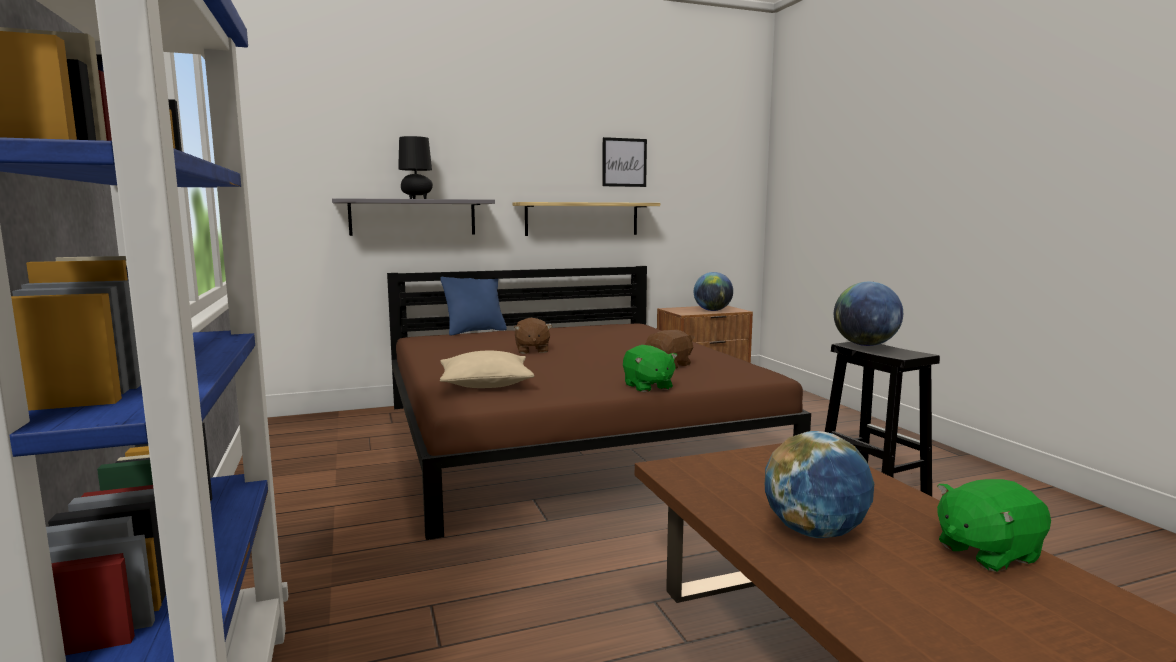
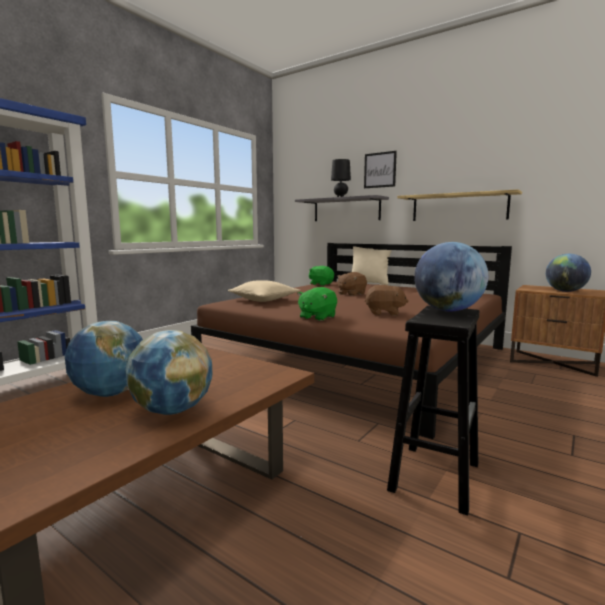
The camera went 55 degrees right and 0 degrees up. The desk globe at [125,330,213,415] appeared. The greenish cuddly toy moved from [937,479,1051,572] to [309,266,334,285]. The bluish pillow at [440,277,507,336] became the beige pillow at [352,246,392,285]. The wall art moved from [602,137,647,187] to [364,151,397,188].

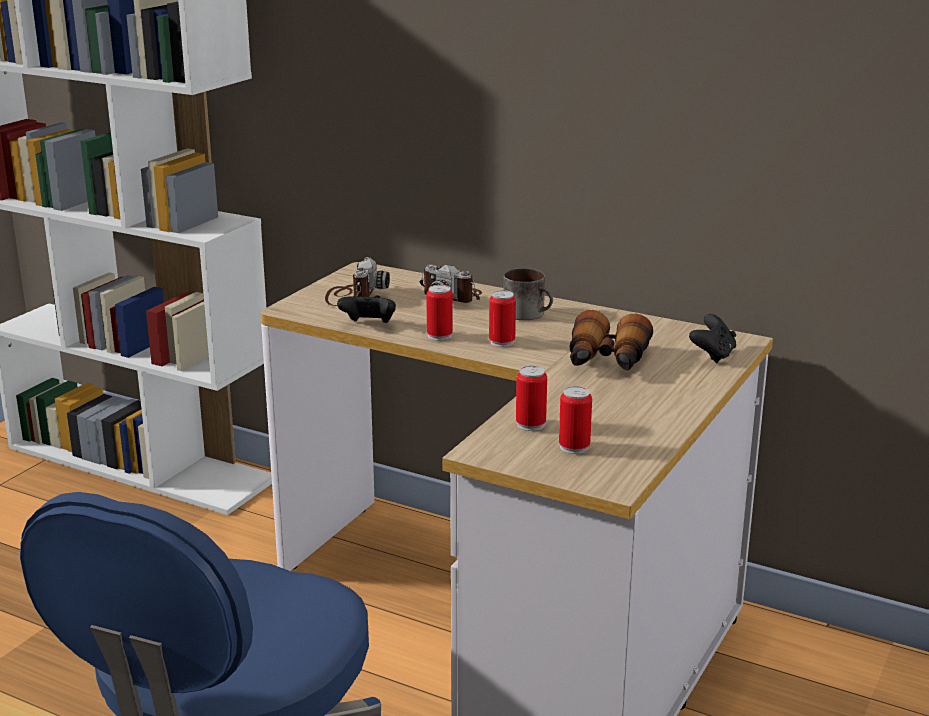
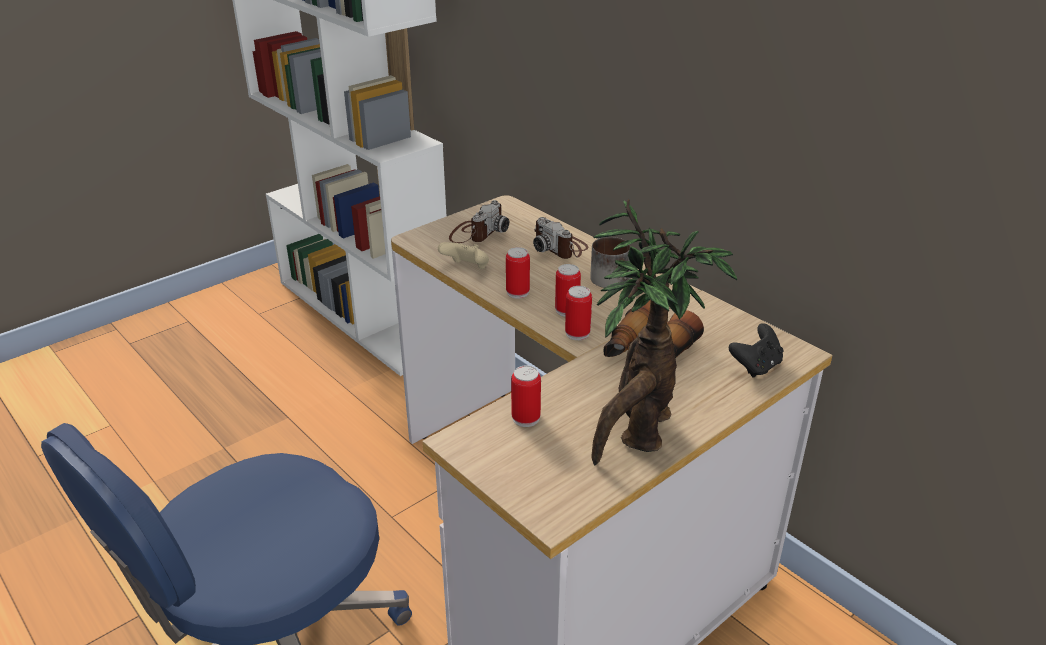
The camera went 20 degrees right and 10 degrees up. The black-coloured gamepad at [337,295,396,323] became the beige gamepad at [438,242,489,269]. The metal can moved from [559,386,592,454] to [565,286,592,340]. The potted plant at [591,199,737,465] appeared.

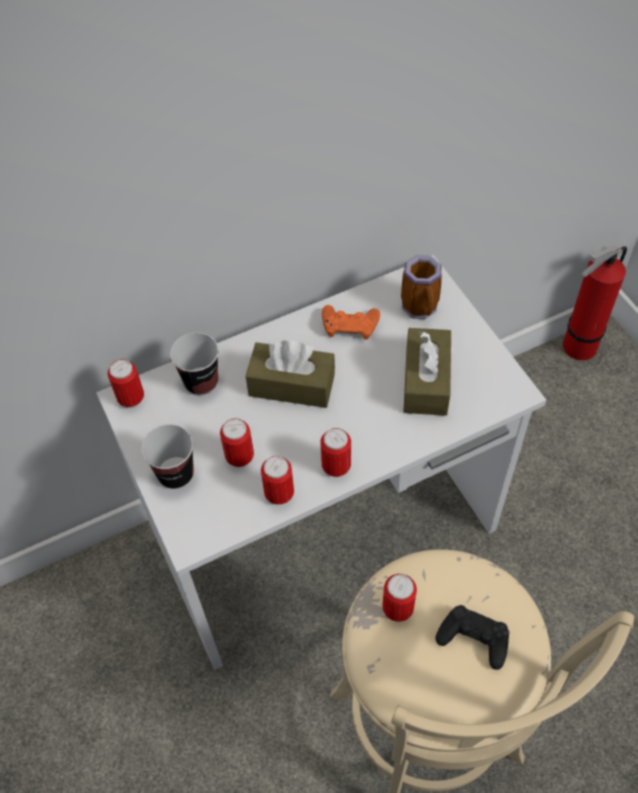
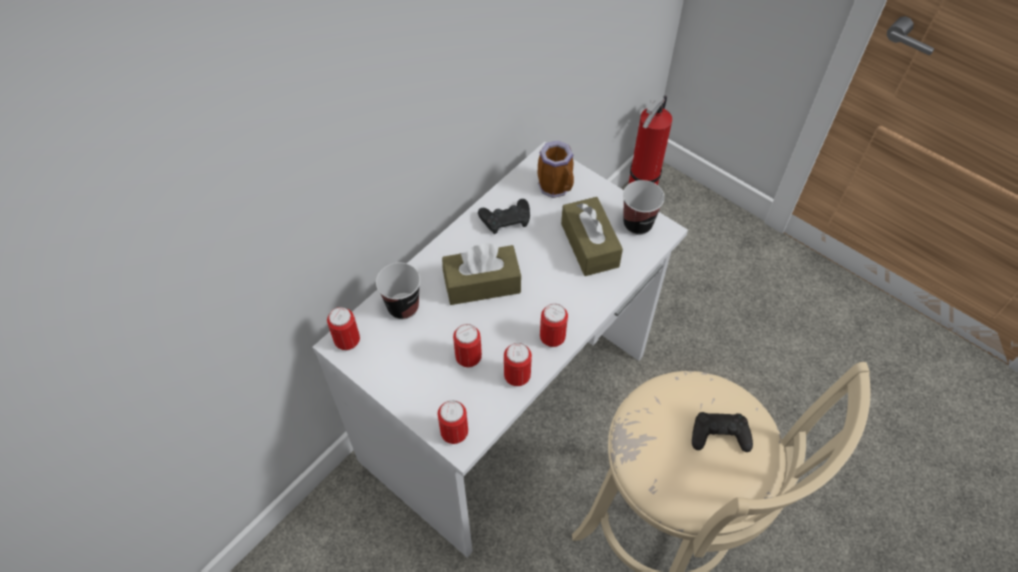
The camera went 25 degrees left and 0 degrees up. The metal can moved from [382,574,417,622] to [438,401,468,444]. The orange gamepad at [322,305,380,340] became the black-coloured gamepad at [478,199,530,234]. The small cup moved from [141,424,194,489] to [623,180,665,235].

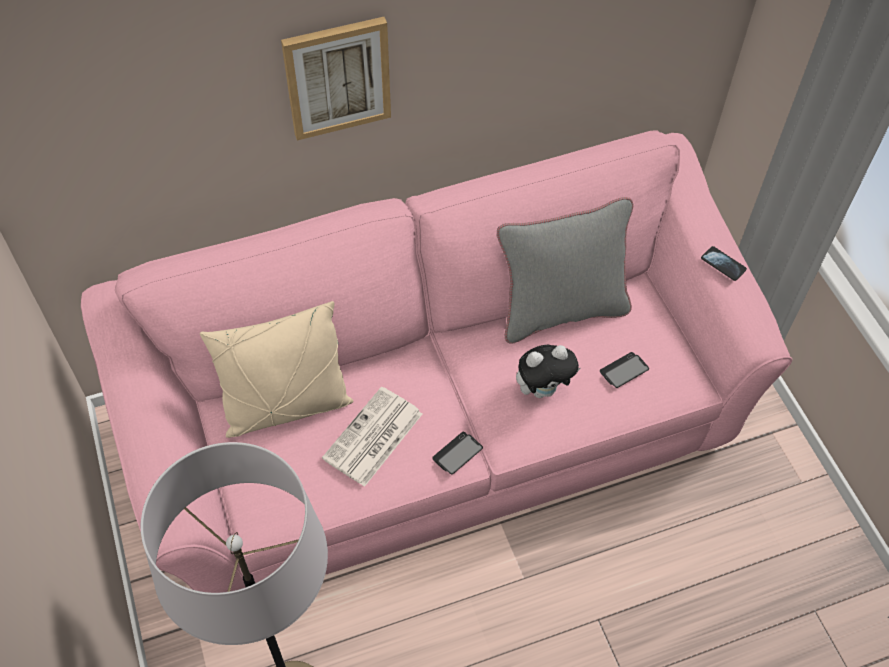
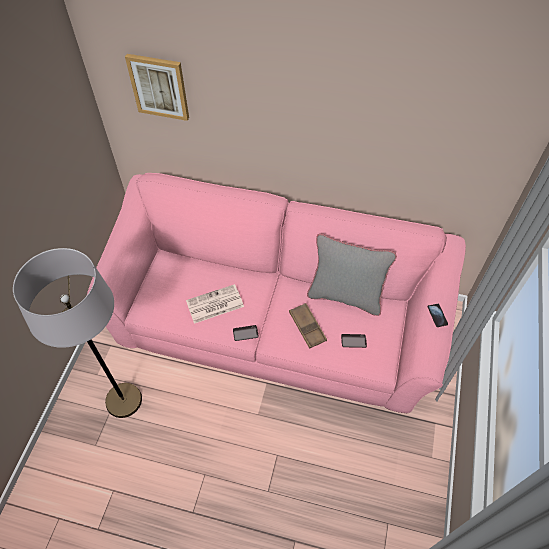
The camera went 35 degrees right and 0 degrees up. The wall art moved from [281,17,391,140] to [125,54,189,121]. The cuddly toy at [516,345,580,398] was replaced by the brown carrying tray at [289,303,327,349]. The beige pillow at [200,301,353,438] disappeared.

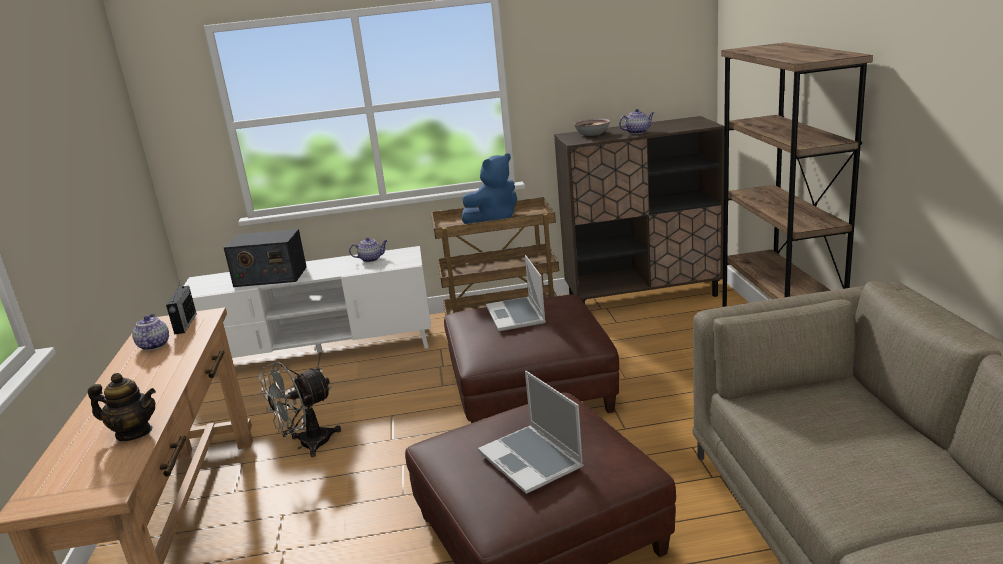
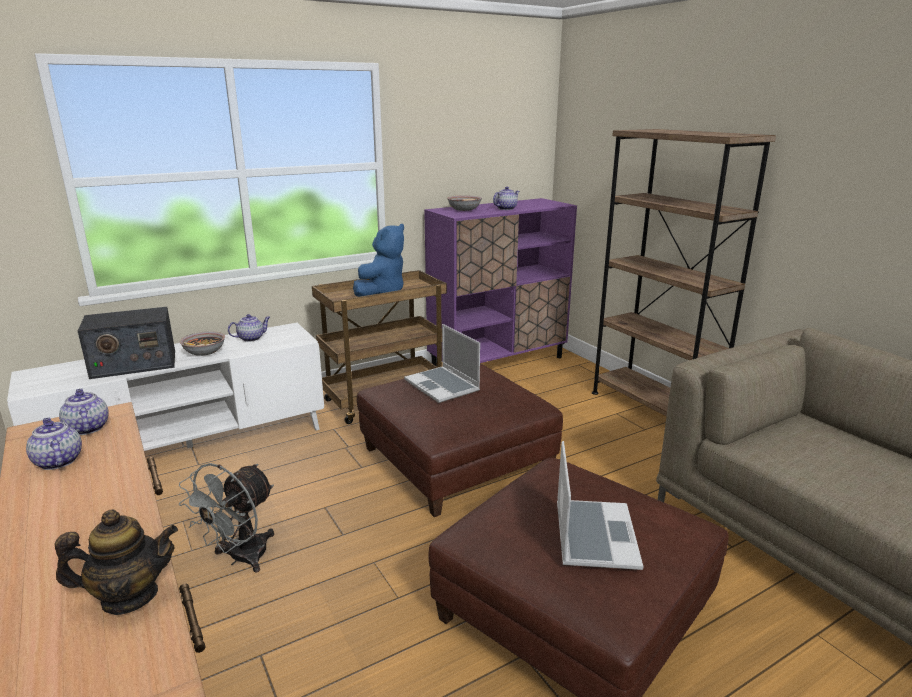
The camera went 25 degrees left and 0 degrees up. The radio at [166,282,197,335] was replaced by the pot for tea at [59,389,109,435]. The serving bowl at [180,331,225,356] appeared. The brown storage cabinet at [554,116,724,304] became the purplish storage cabinet at [424,198,577,367]. The portable computer at [478,371,583,494] turned 120 degrees counterclockwise.

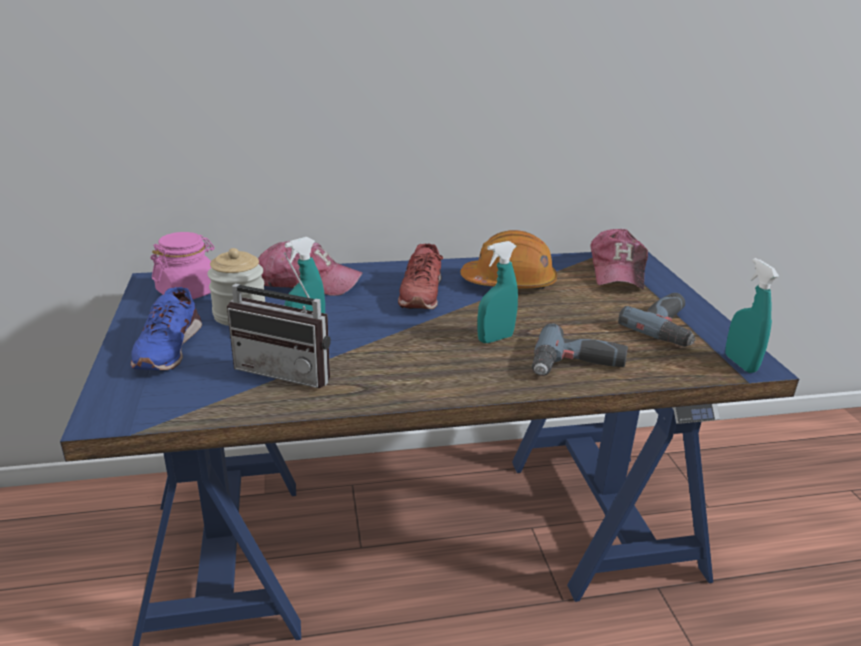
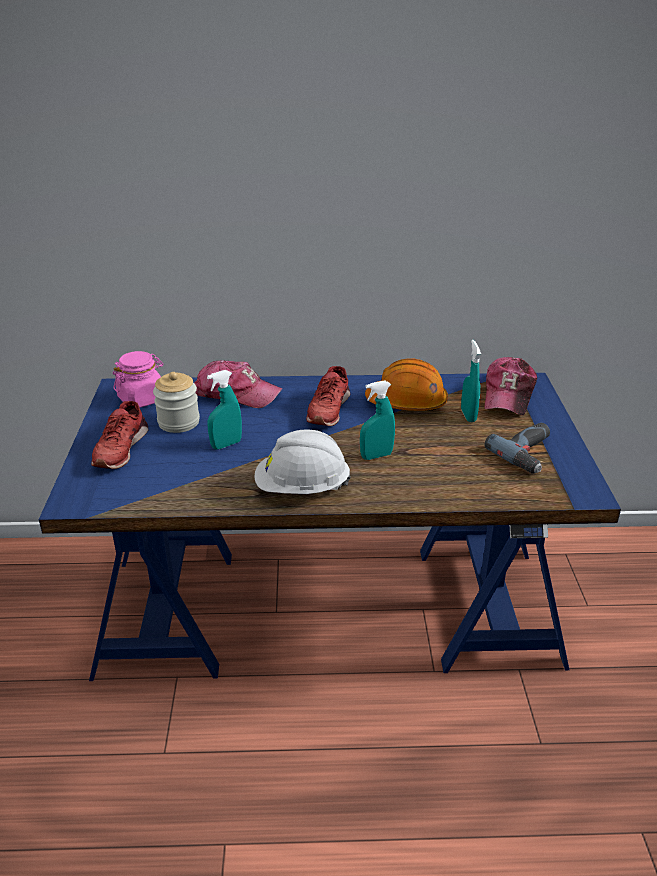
The camera went 10 degrees right and 5 degrees up. The bluish item of footwear at [131,287,202,370] became the red-coloured item of footwear at [91,401,148,469]. The whitish hard hat at [255,429,351,494] appeared. The blue-green spray bottle moved from [725,258,779,373] to [461,340,481,422]. The radio at [227,252,331,388] disappeared. The drill at [532,323,628,376] disappeared.

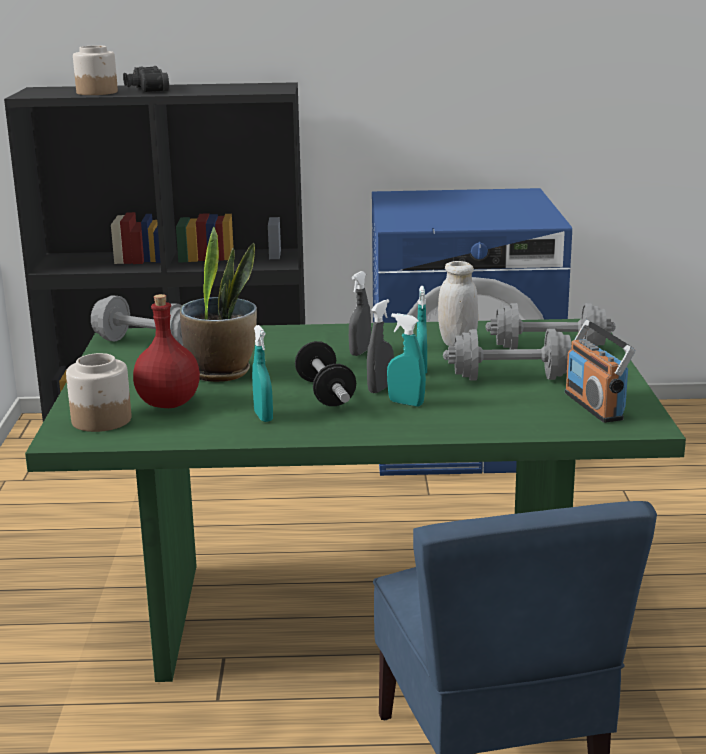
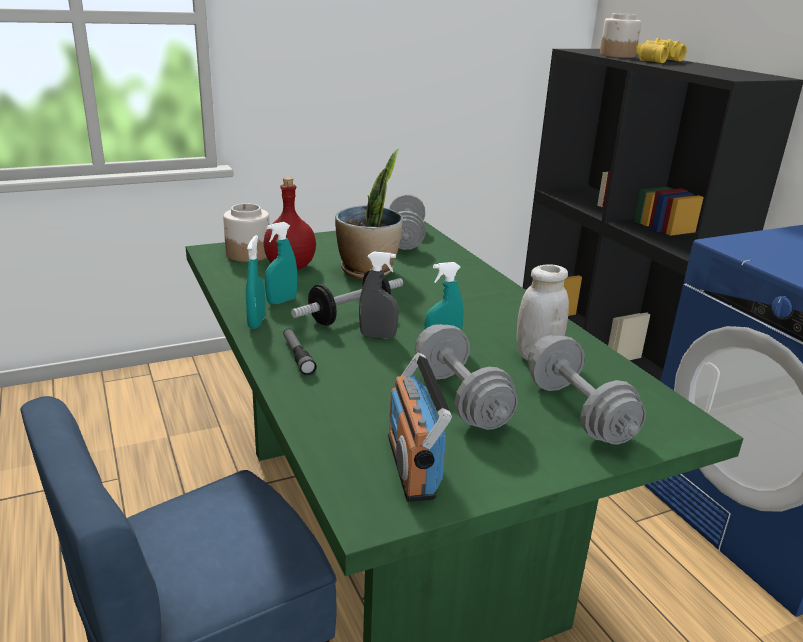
The camera went 65 degrees right and 5 degrees up. The blue-green spray bottle moved from [387,313,426,407] to [246,235,265,329]. The hand torch at [283,328,317,375] appeared. The radio at [565,320,635,423] turned 60 degrees counterclockwise. The black-coloured pair of binoculars at [123,66,169,93] became the yellow-coloured pair of binoculars at [636,38,687,63]. The grey spray bottle at [349,271,371,356] disappeared.

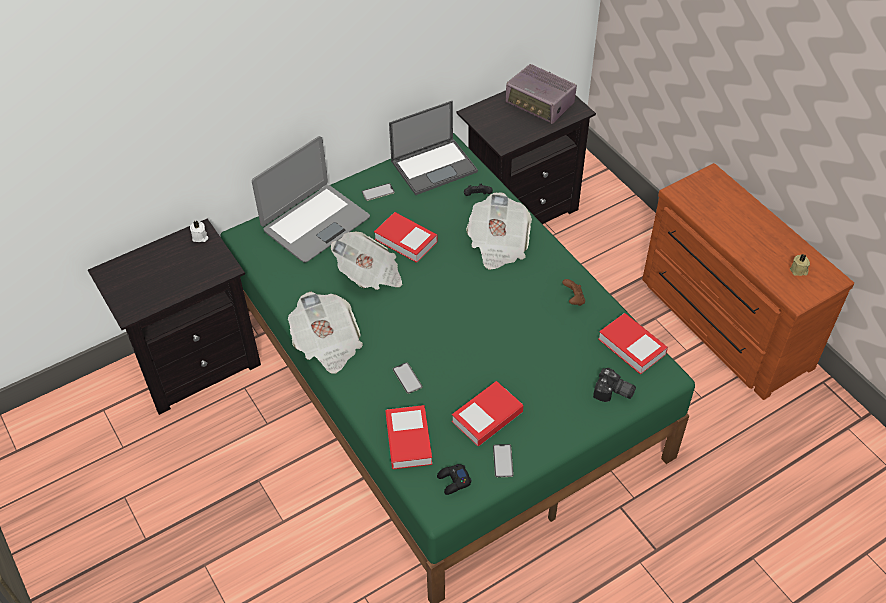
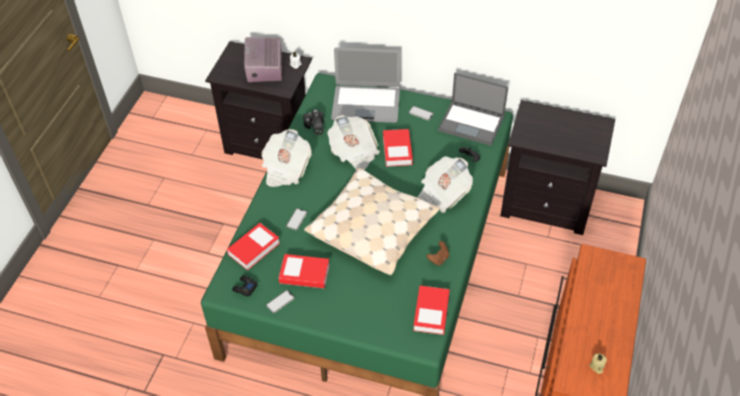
The camera went 50 degrees right and 0 degrees up. The radio moved from [505,64,577,124] to [244,37,282,82]. The still camera moved from [593,368,636,402] to [303,109,324,135]. The beige pillow at [304,168,440,275] appeared.

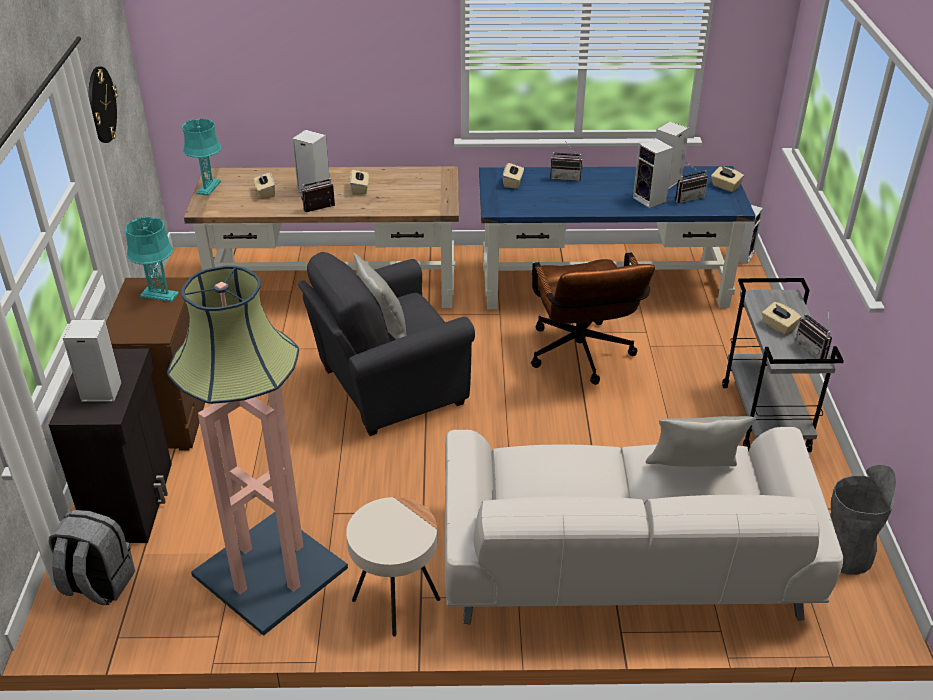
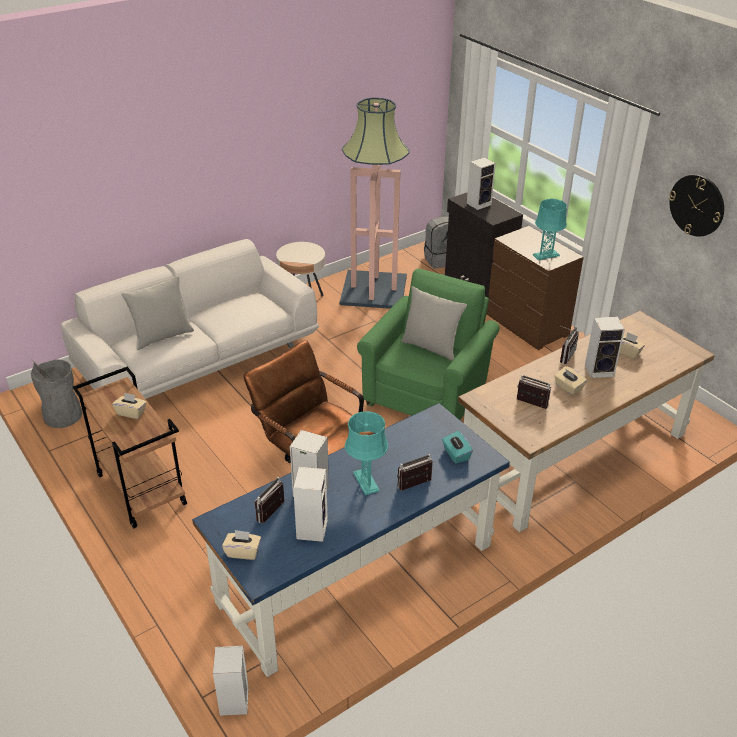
The camera went 145 degrees right and 0 degrees up. The grey cart at [722,278,844,452] became the brown cart at [73,367,187,528]. The blue-green tabletop lamp moved from [182,119,221,196] to [345,411,388,495]. The grey easy chair at [298,252,475,436] became the greenish easy chair at [357,269,500,420]. The beige tissue holder at [503,162,524,189] became the blue-green tissue holder at [442,431,473,464]. The radio moved from [795,309,832,359] to [517,375,551,409].

